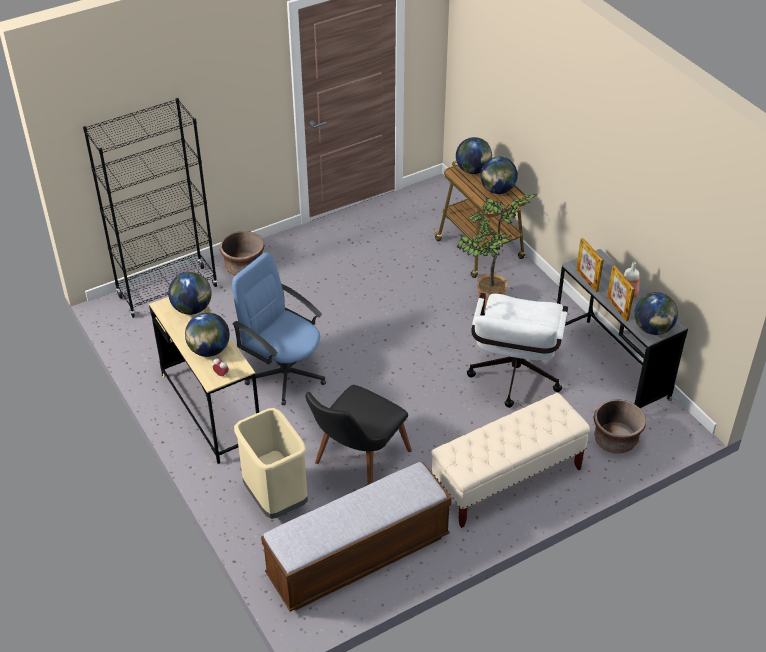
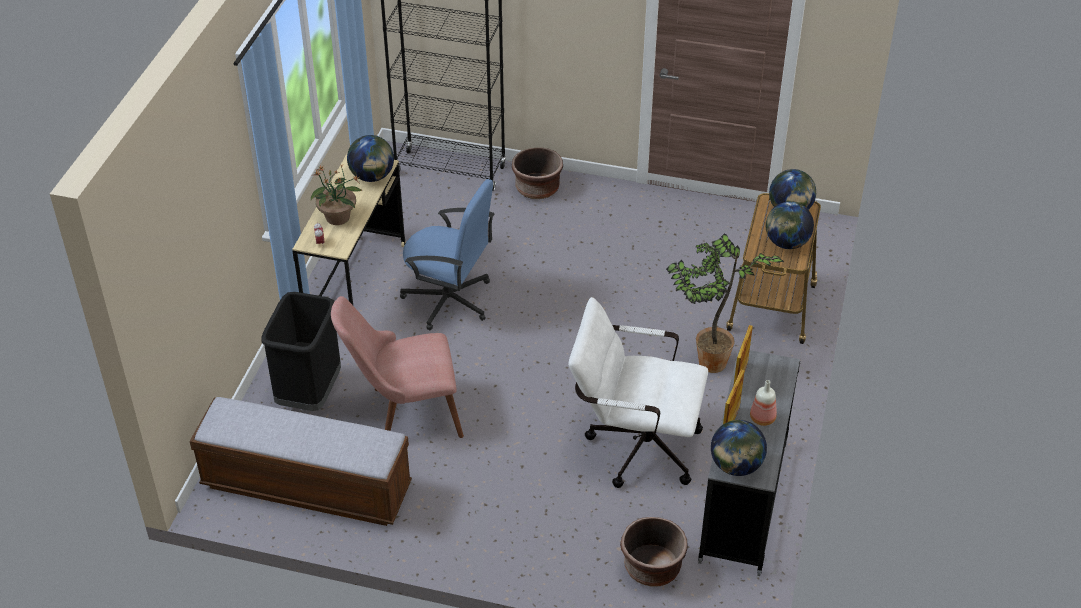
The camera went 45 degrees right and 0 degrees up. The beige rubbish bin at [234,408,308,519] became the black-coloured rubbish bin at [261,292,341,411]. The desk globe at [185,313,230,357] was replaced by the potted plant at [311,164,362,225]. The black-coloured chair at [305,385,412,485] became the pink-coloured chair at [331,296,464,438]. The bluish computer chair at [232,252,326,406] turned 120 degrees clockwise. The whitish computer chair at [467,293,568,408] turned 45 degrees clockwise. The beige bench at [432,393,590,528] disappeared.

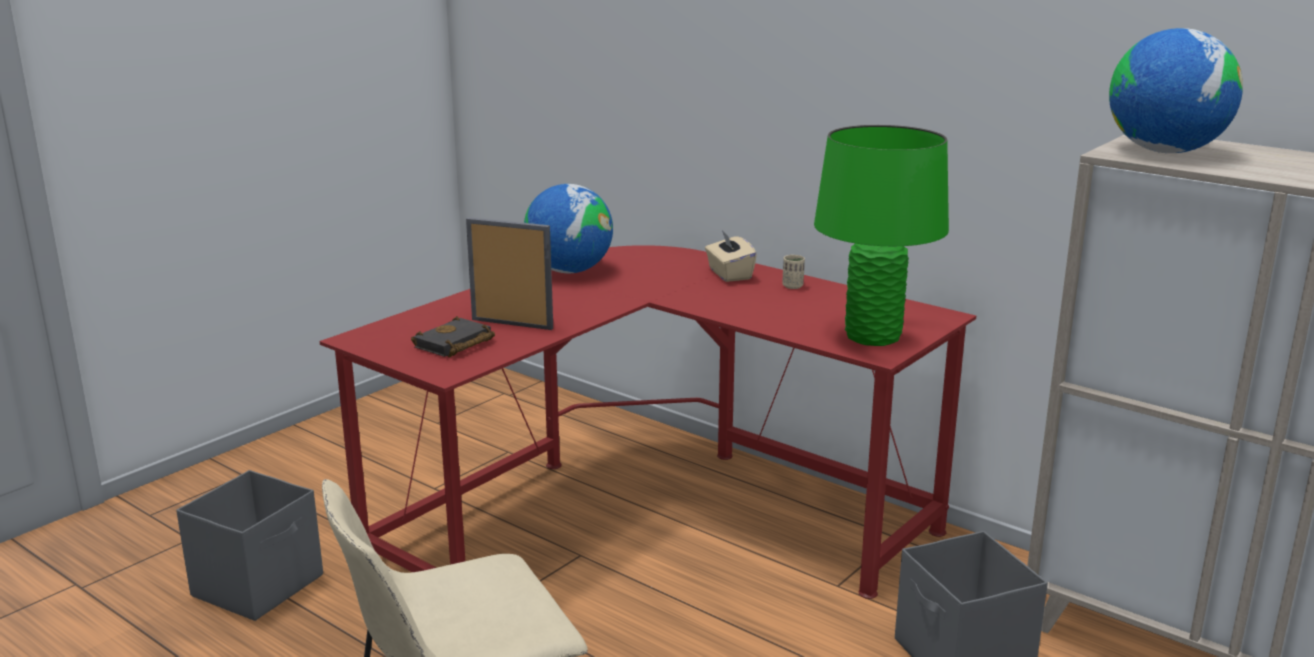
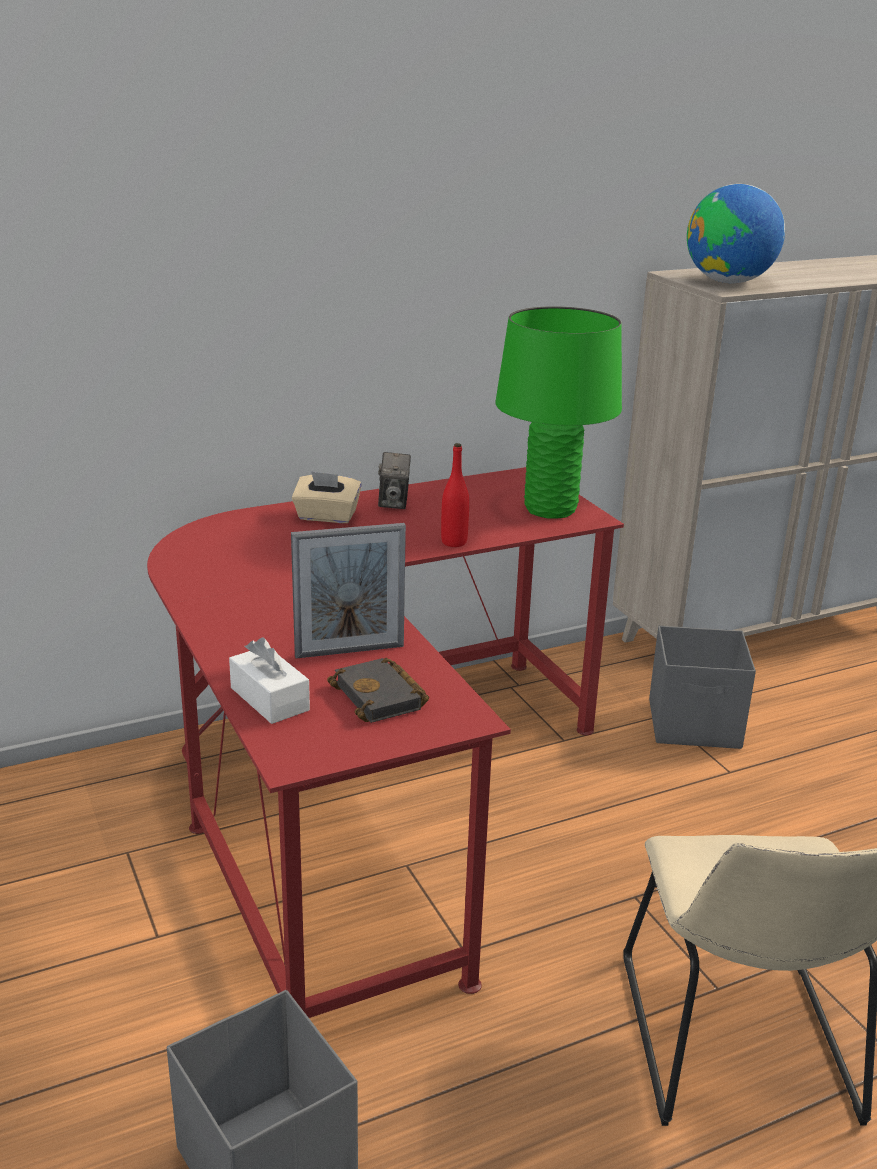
The camera went 65 degrees left and 5 degrees up. The whitish tissue holder at [229,637,310,724] appeared. The photo frame at [466,217,553,330] turned 150 degrees counterclockwise. The beige small cup at [782,255,805,289] was replaced by the still camera at [378,452,411,509]. The red-coloured beverage bottle at [441,443,469,547] appeared. The desk globe at [524,184,613,273] disappeared.

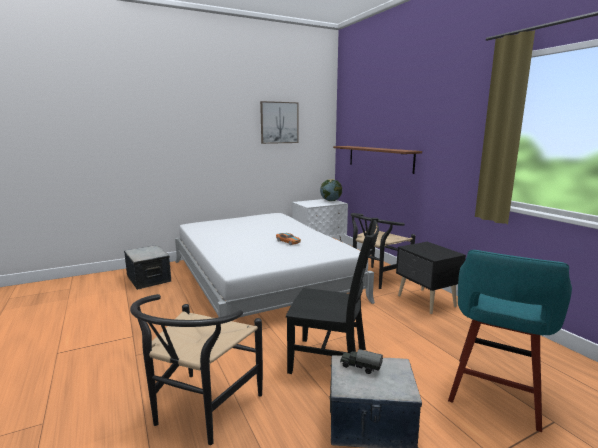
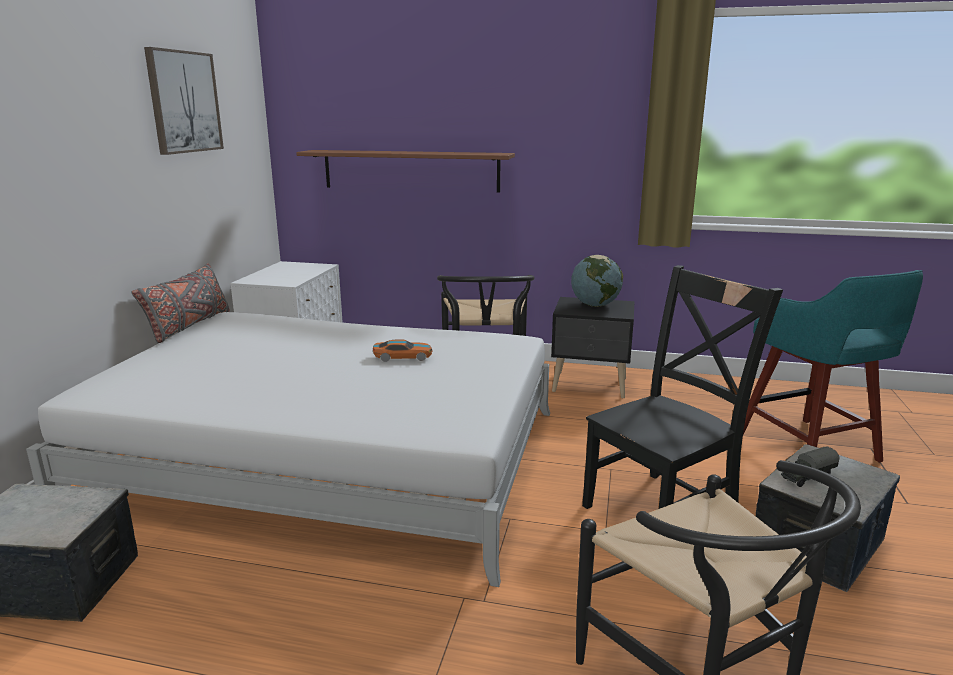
The camera went 50 degrees left and 5 degrees up. The grey pillow at [132,263,230,343] appeared. The desk globe moved from [320,179,342,201] to [571,255,623,307].

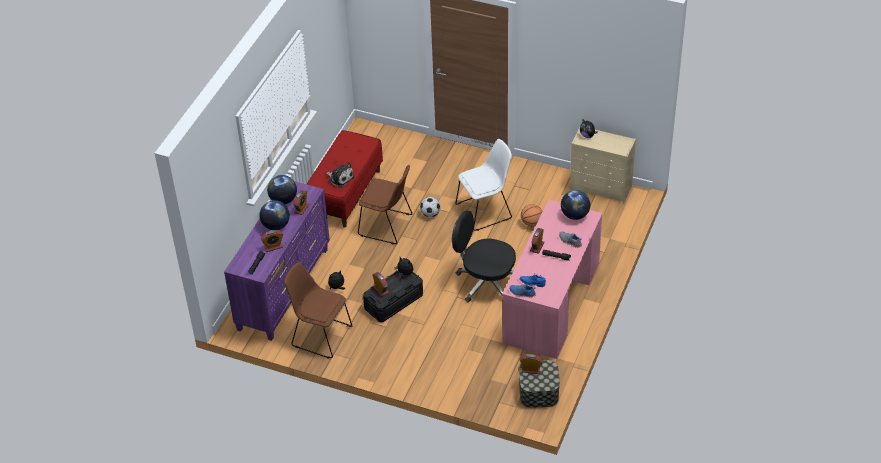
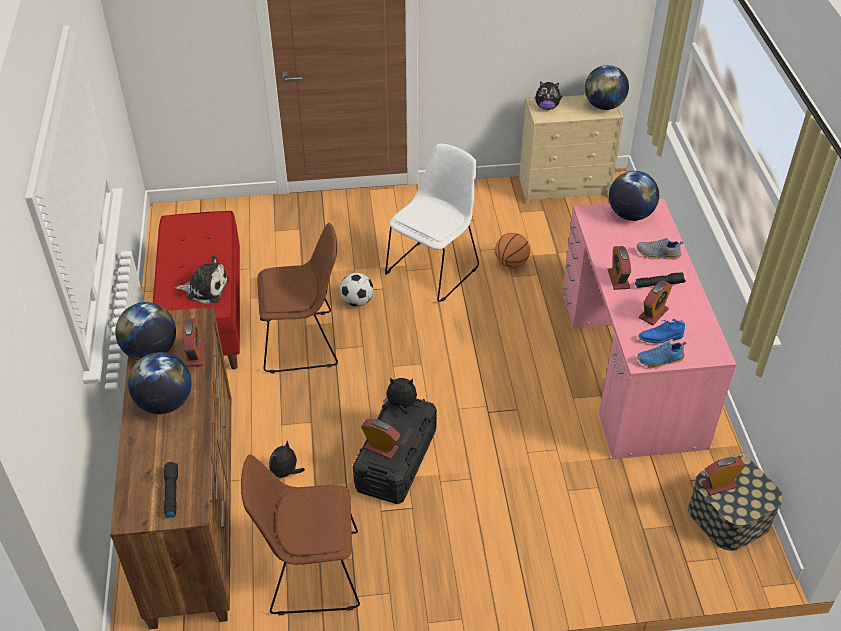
The camera went 30 degrees left and 0 degrees up. The purplish drawer chest at [224,181,330,341] became the brown drawer chest at [110,307,231,629]. The desk globe at [585,65,629,110] appeared. The bedside clock moved from [261,230,283,252] to [639,281,672,325]. The black-coloured computer chair at [452,210,516,302] disappeared.

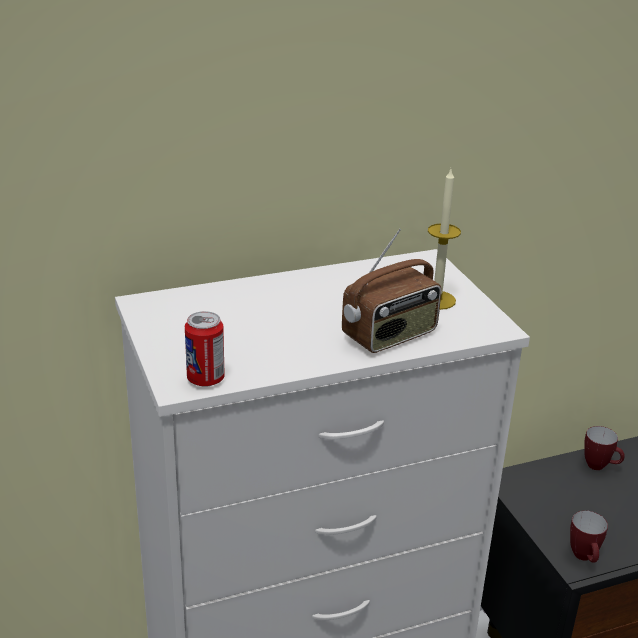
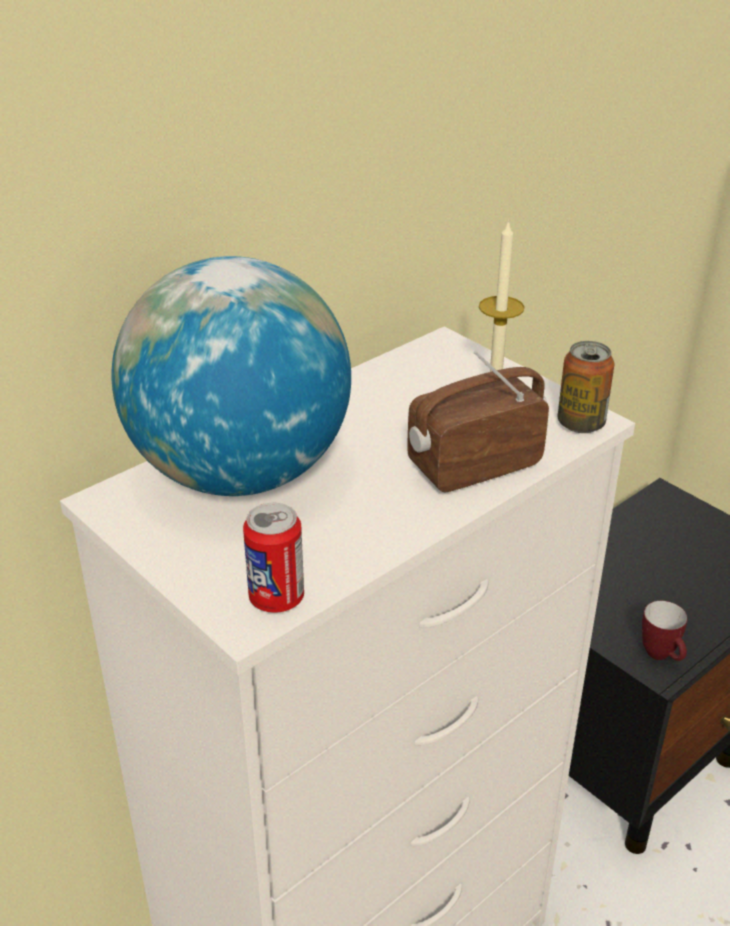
The camera went 20 degrees left and 5 degrees up. The desk globe at [111,256,351,496] appeared. The radio at [342,229,441,353] turned 150 degrees counterclockwise. The metal can at [558,341,614,433] appeared. The mug at [584,426,625,470] disappeared.

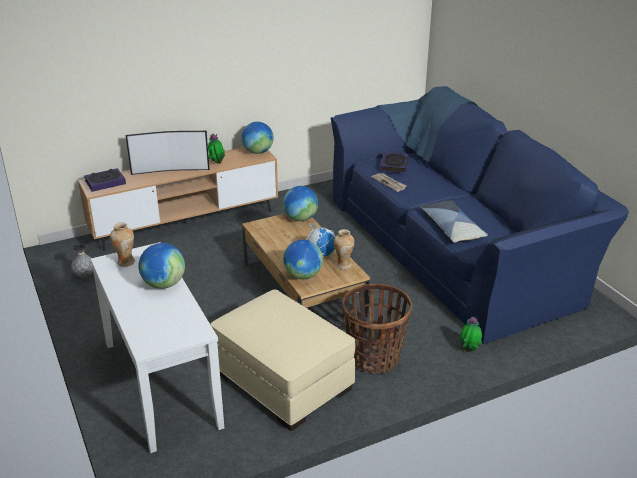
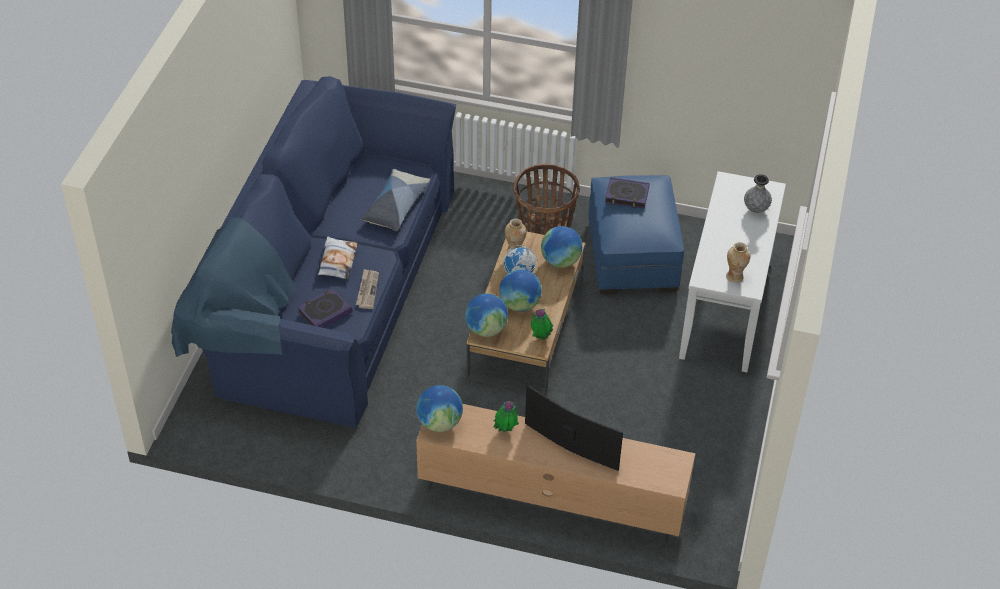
The camera went 140 degrees left and 15 degrees up. The pillow at [317,236,358,280] appeared. The desk globe moved from [138,243,185,289] to [499,269,542,312]. The potted plant moved from [460,317,482,352] to [531,308,553,340]. The beige ottoman at [211,290,355,431] became the bluish ottoman at [588,175,684,294]. The book moved from [84,168,126,192] to [605,177,650,209]. The grey vase moved from [71,243,93,278] to [744,174,772,213].

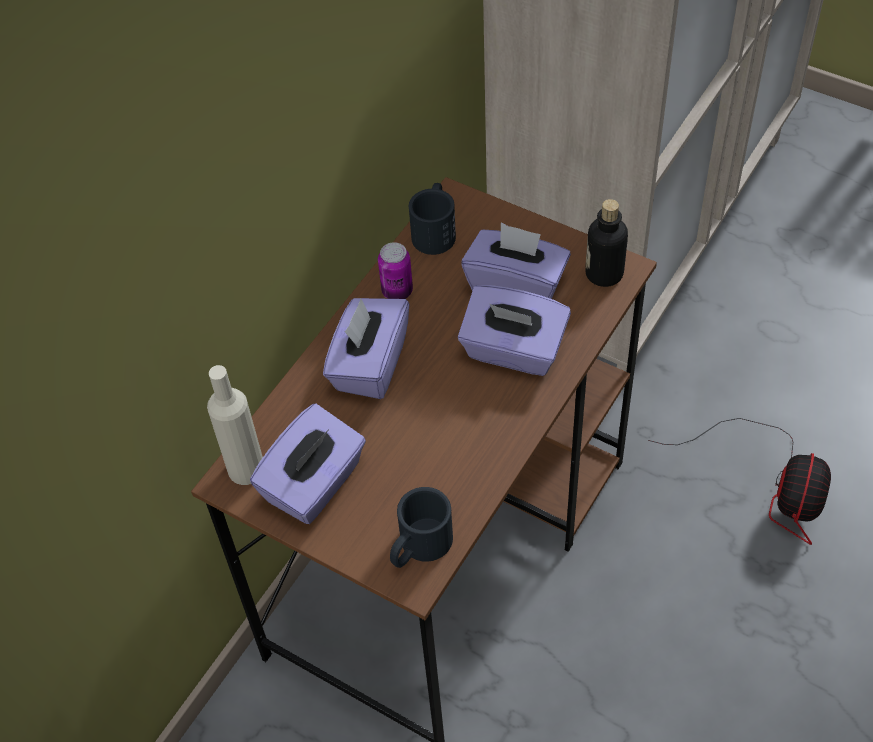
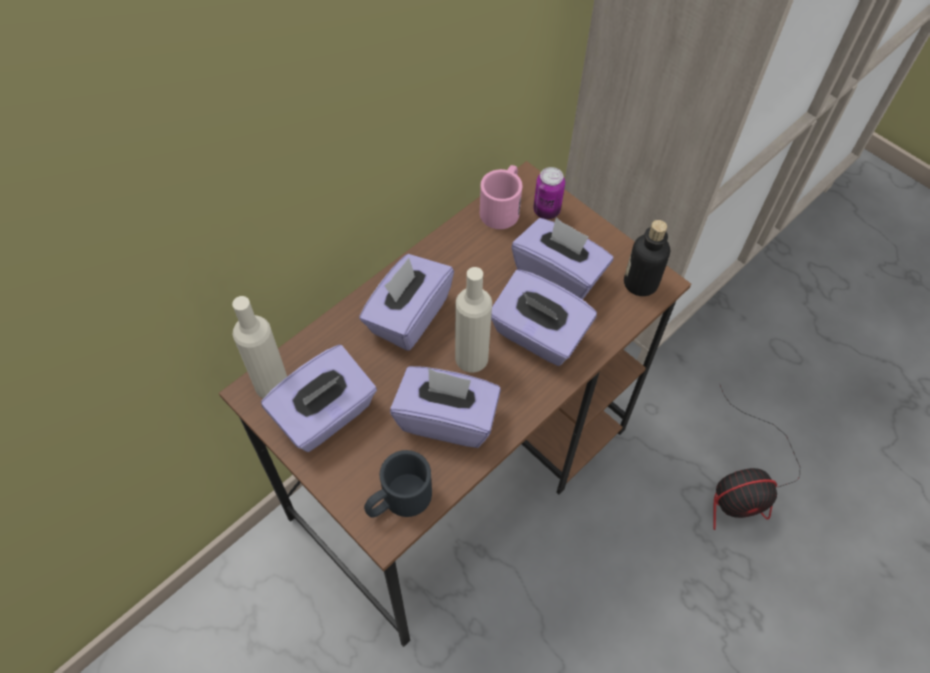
The camera went 10 degrees right and 5 degrees up. The purplish tissue holder at [390,366,501,448] appeared. The beige beverage bottle at [455,267,492,373] appeared. The black-coloured mug at [409,183,456,255] became the pink-coloured mug at [480,165,522,229]. The metal can moved from [378,242,413,299] to [533,167,565,219]. The fan at [648,418,831,545] turned 45 degrees clockwise.

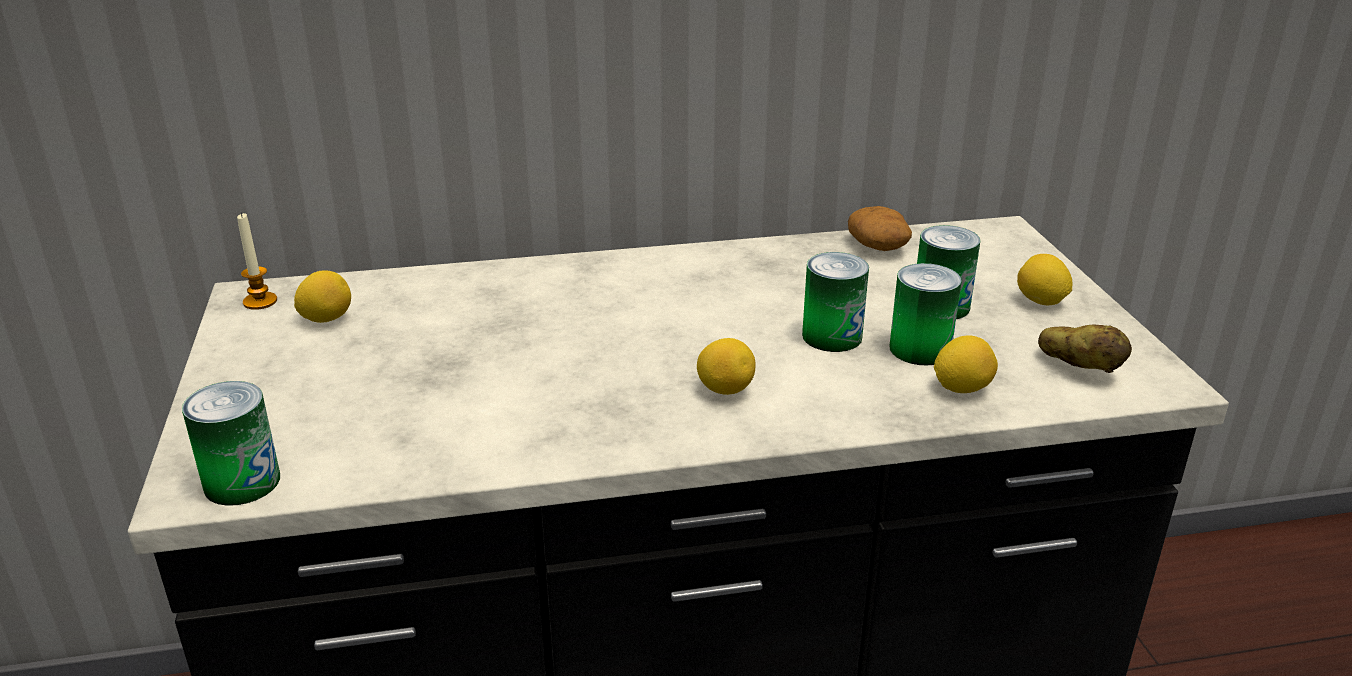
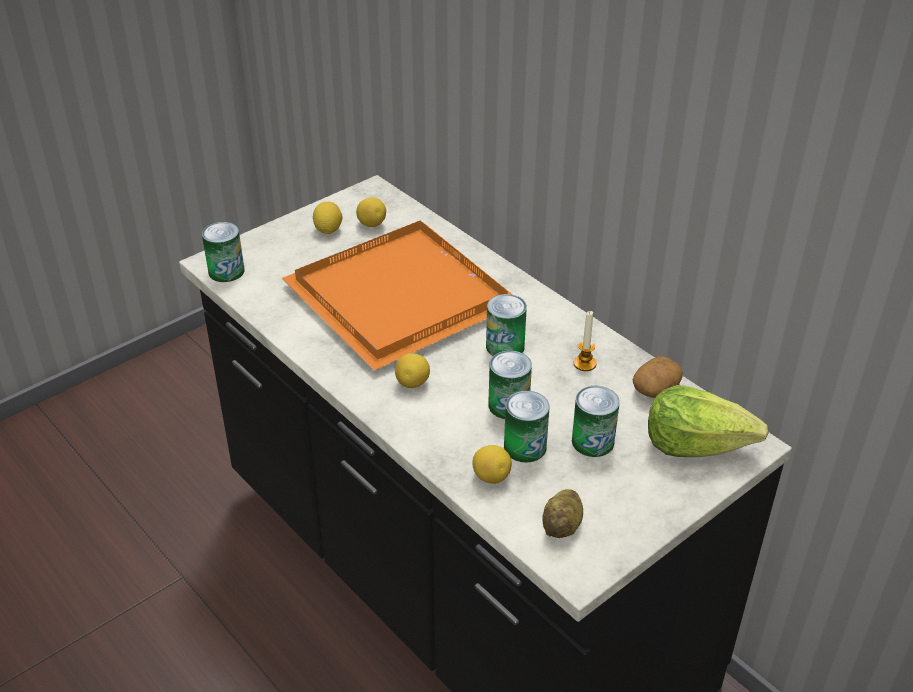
The camera went 60 degrees right and 10 degrees up. The orange carrying tray at [282,221,513,370] appeared. The lemon moved from [1017,254,1073,305] to [313,202,343,234]. The metal can at [486,294,527,356] appeared. The wax candle moved from [237,212,277,310] to [574,311,597,371]. The lettuce head at [648,385,769,457] appeared.

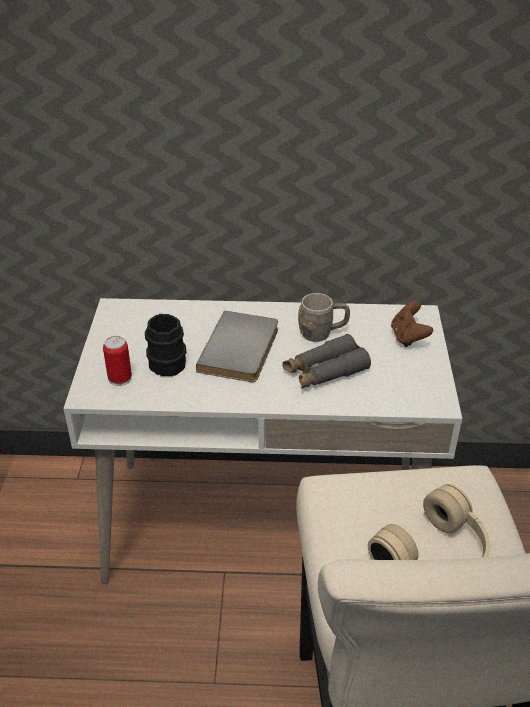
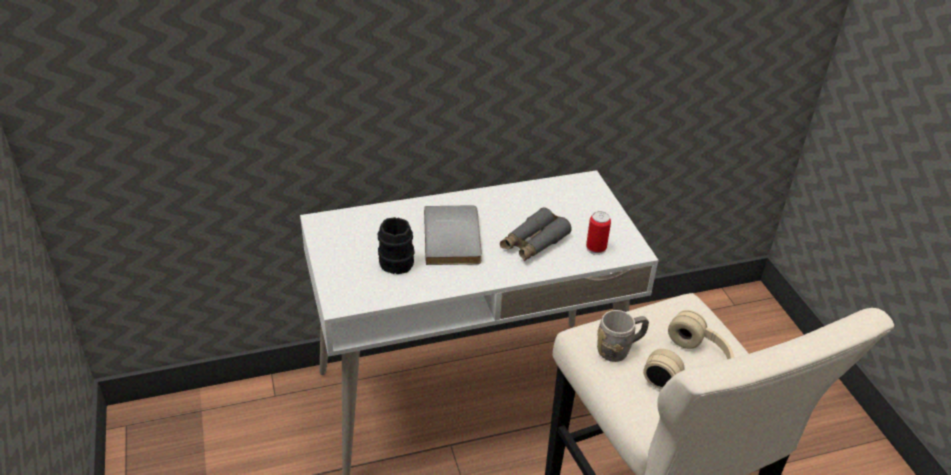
The camera went 20 degrees left and 0 degrees up. The metal can moved from [103,336,132,386] to [586,211,611,255]. The grey mug moved from [298,293,350,342] to [597,310,649,362]. The brown gamepad at [391,301,433,347] disappeared.

